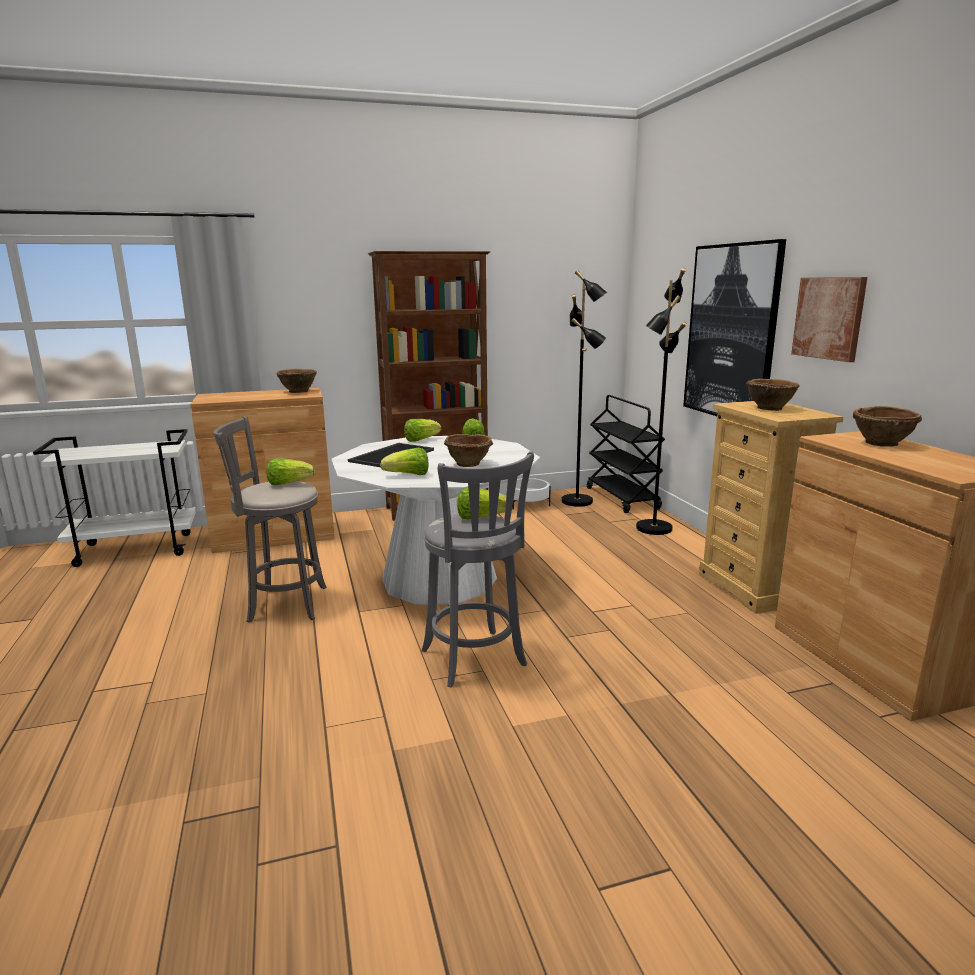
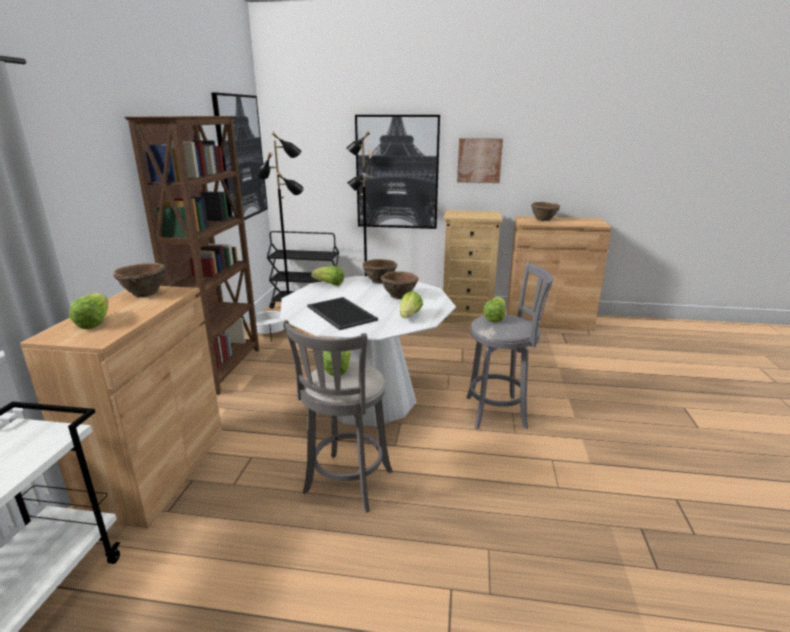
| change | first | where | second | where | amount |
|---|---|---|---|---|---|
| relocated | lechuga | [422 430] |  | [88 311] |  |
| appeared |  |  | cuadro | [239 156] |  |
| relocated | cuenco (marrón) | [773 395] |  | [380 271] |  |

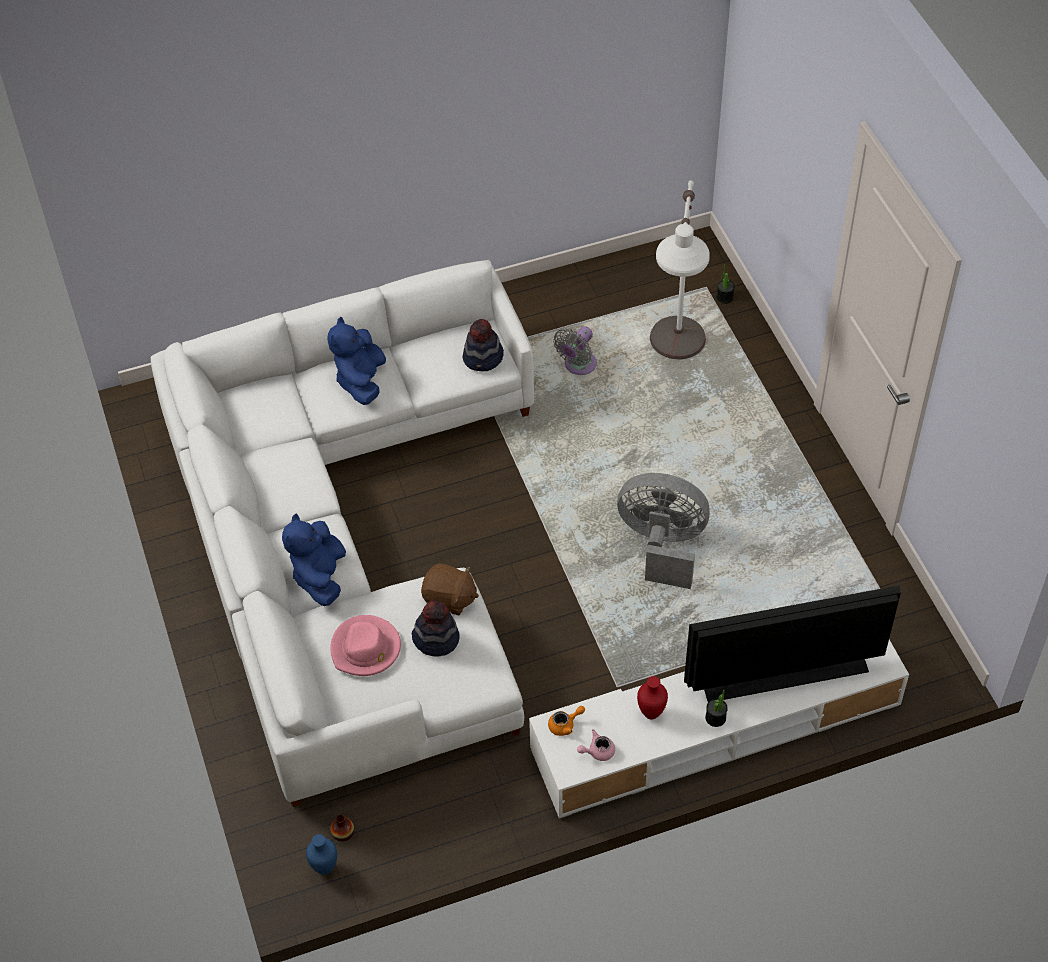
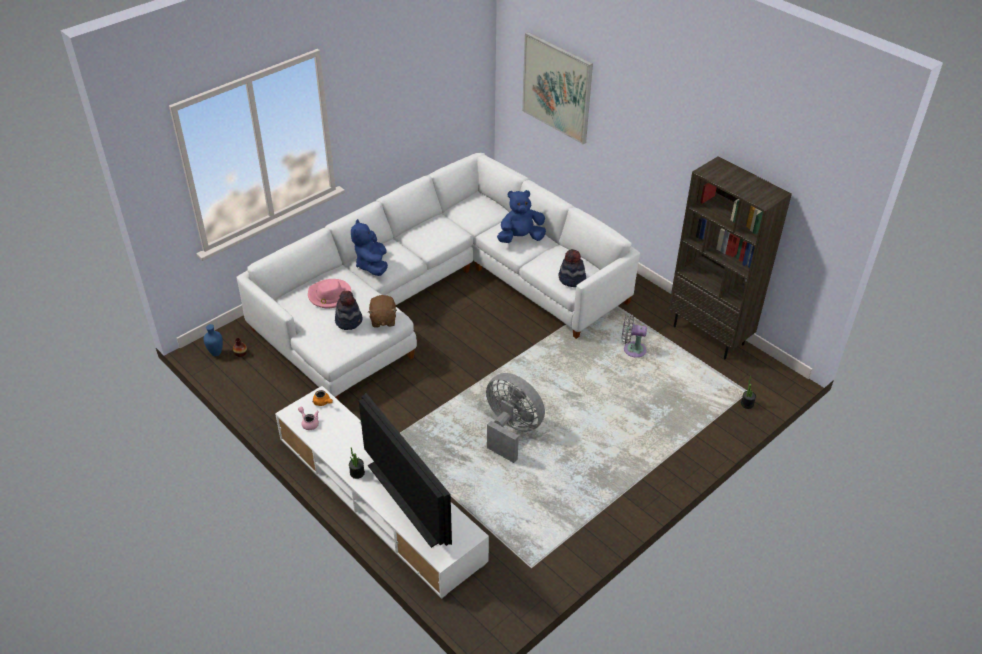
| change | first | where | second | where | amount |
|---|---|---|---|---|---|
| spun | peluche (azul) | [314 559] |  | [369 247] | 75 degrees counterclockwise |
| spun | ventilador (gris) | [663 531] |  | [515 418] | 45 degrees counterclockwise |
| appeared |  |  | cuadro | [557 88] |  |
| appeared |  |  | estantería (marrón) | [730 257] |  |
| missing | florero (rojo) | [652 698] |  |  |  |
| missing | lámpara de pie (blanco) | [680 269] |  |  |  |

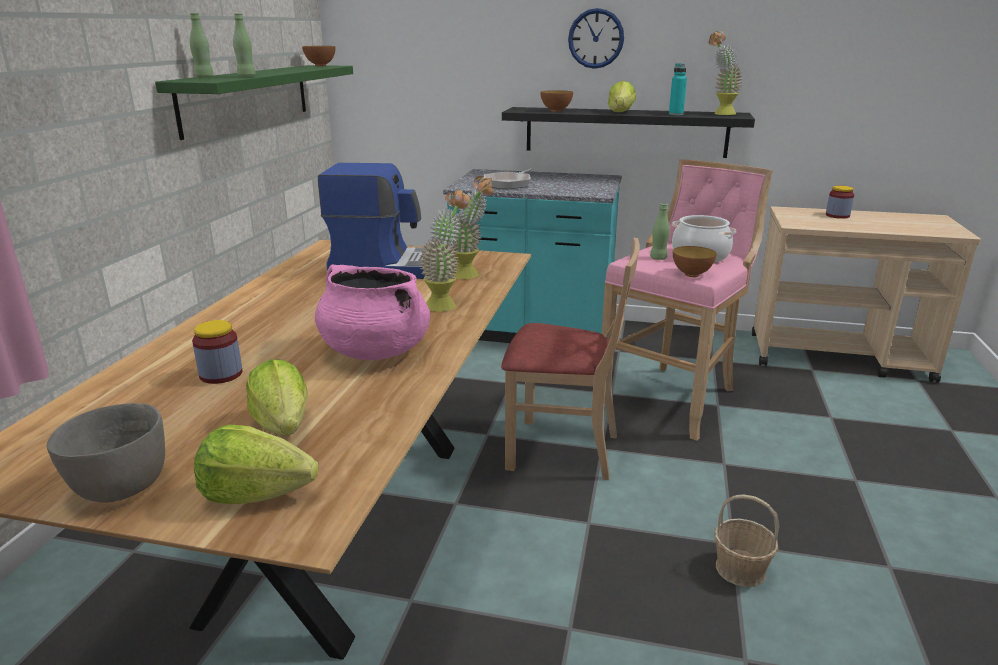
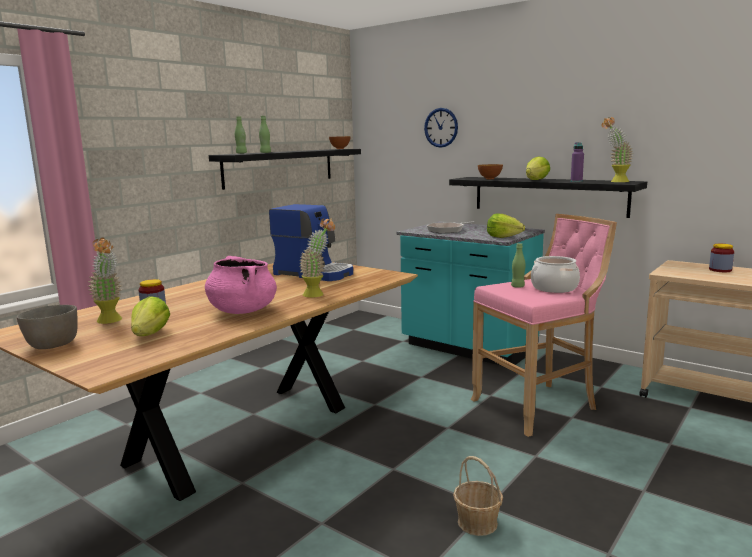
| change | first | where | second | where | amount |
|---|---|---|---|---|---|
| relocated | planta en maceta | [472 227] |  | [105 281] |  |
| colour | estante (verde) | [254 102] | estante (negro) | [285 169] |  |
| relocated | reloj de pared | [596 38] |  | [441 128] |  |
| relocated | lechuga | [256 464] |  | [506 226] |  |
| colour | botella (turquesa) | [678 89] | botella (morado) | [577 162] |  |
| missing | silla (beis) | [570 359] |  |  |  |
| missing | cuenco | [695 261] |  |  |  |

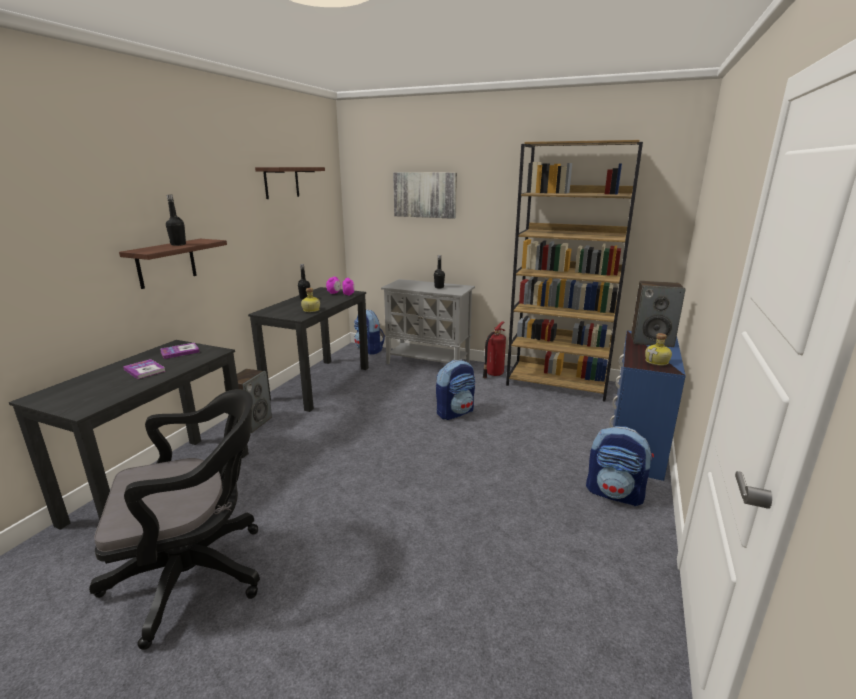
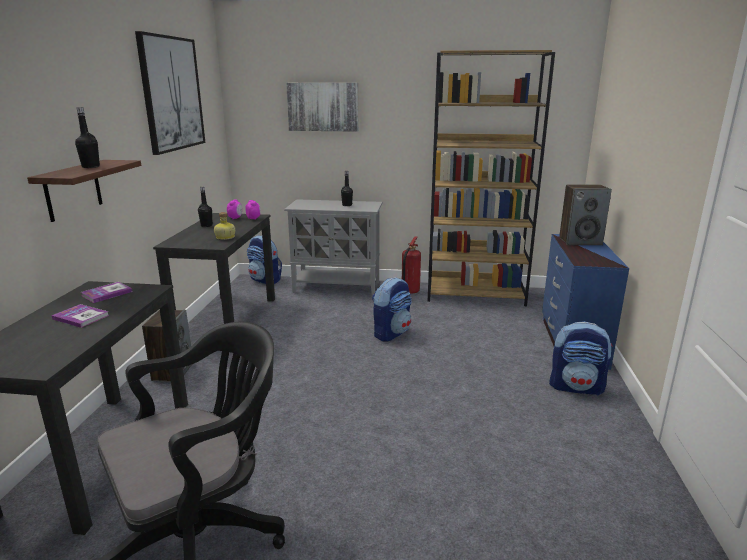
| change | first | where | second | where | amount |
|---|---|---|---|---|---|
| exchanged | estante | [290 183] | cuadro | [170 93] |  |
| missing | botella | [658 349] |  |  |  |

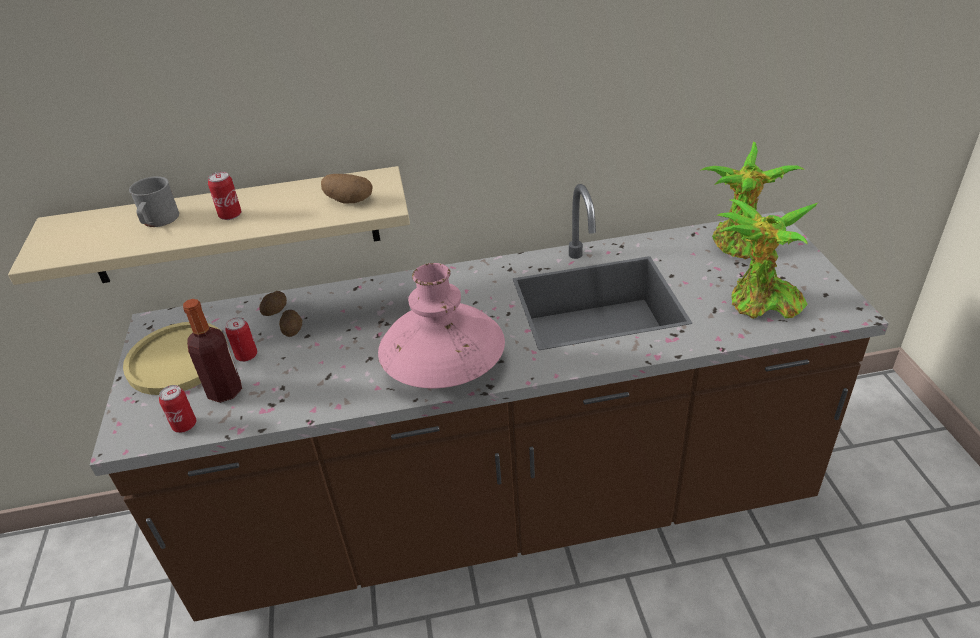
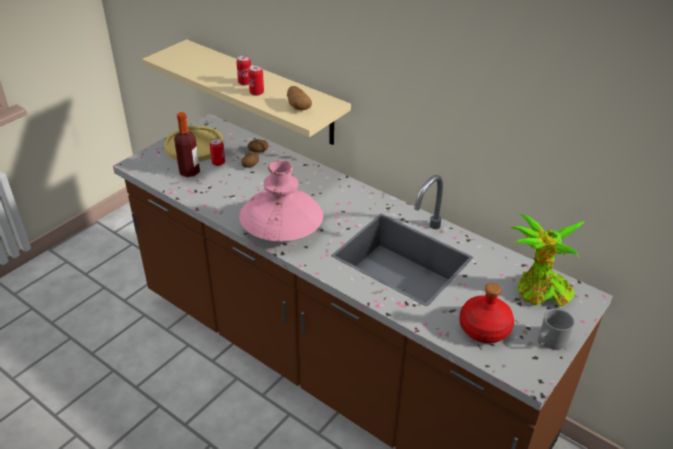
| change | first | where | second | where | amount |
|---|---|---|---|---|---|
| relocated | lata | [177 409] |  | [256 80] |  |
| exchanged | planta en maceta | [767 259] | botella (rojo) | [486 313] |  |
| relocated | taza grande (gris) | [154 201] |  | [556 329] |  |

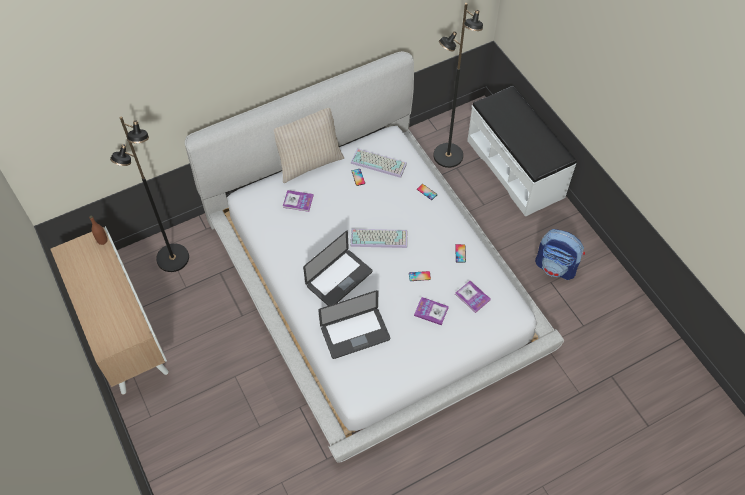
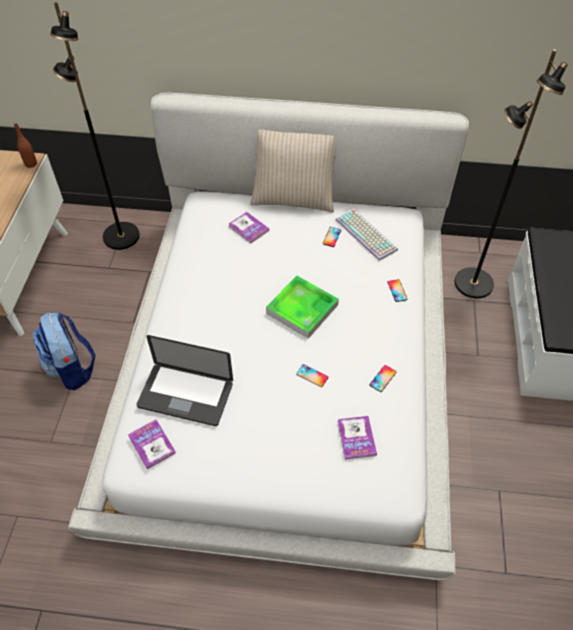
| change | first | where | second | where | amount |
|---|---|---|---|---|---|
| relocated | mochila | [560 254] |  | [64 351] |  |
| relocated | libro | [431 311] |  | [152 444] |  |
| exchanged | teclado | [379 238] | bandeja | [302 307] |  |
| missing | portátil | [337 268] |  |  |  |

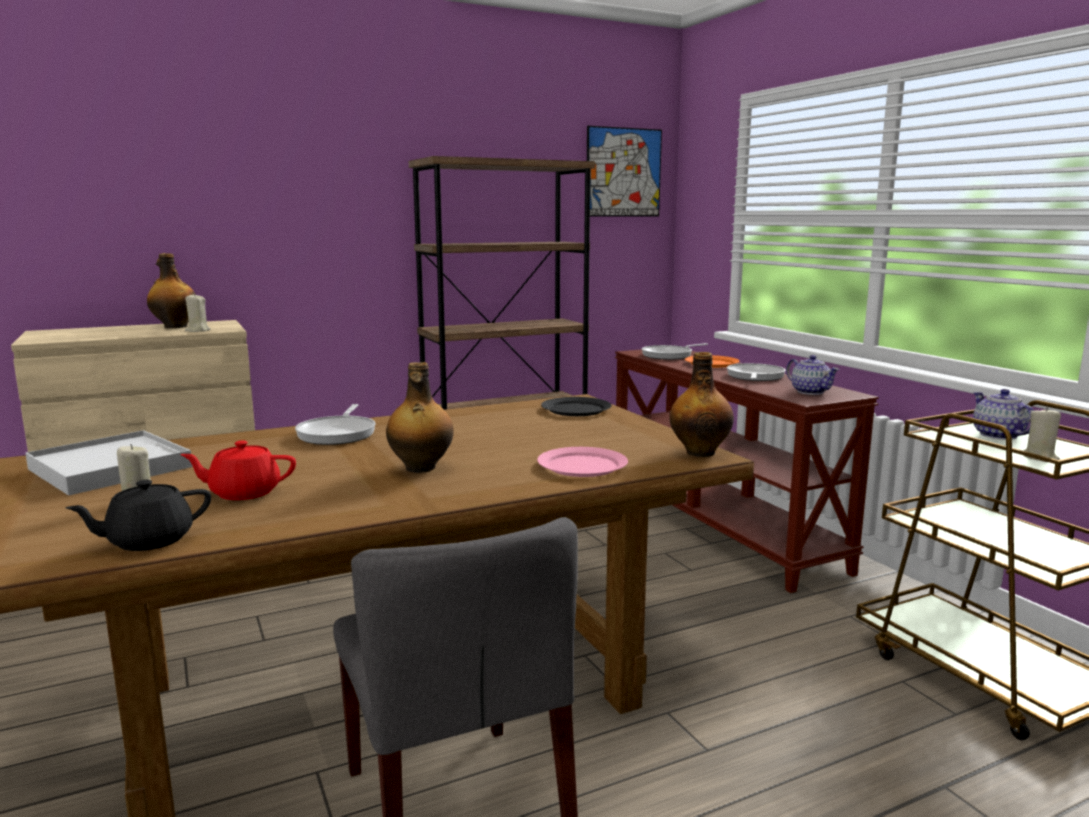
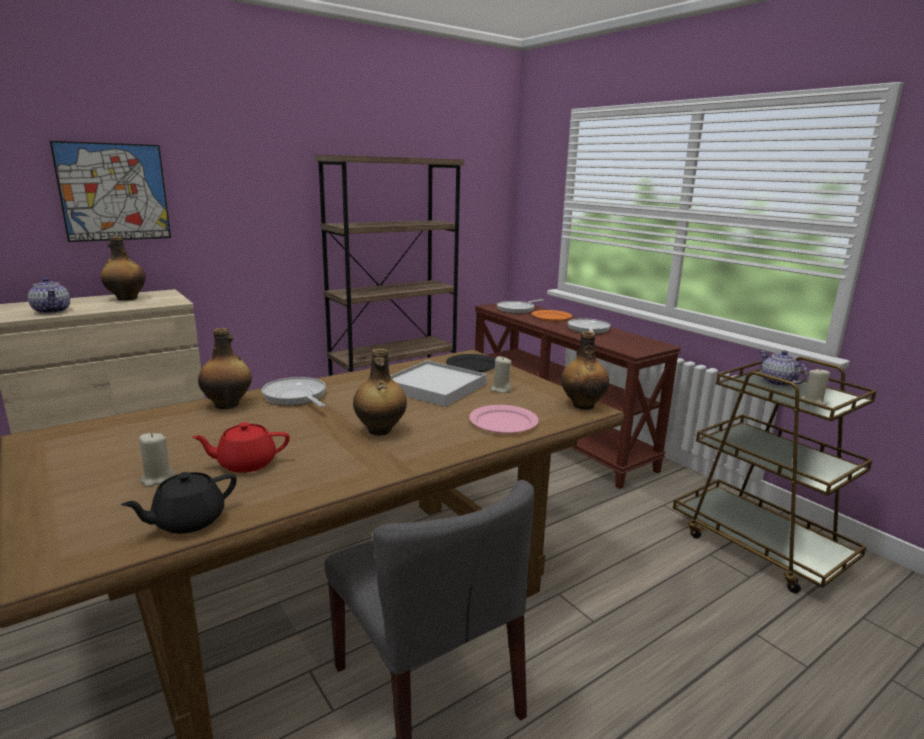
| change | first | where | second | where | amount |
|---|---|---|---|---|---|
| relocated | tetera | [813 375] |  | [49 296] |  |
| relocated | cuadro | [624 171] |  | [110 191] |  |
| appeared |  |  | botella | [225 368] |  |
| spun | sartén | [335 424] |  | [293 392] | 150 degrees clockwise |
| relocated | bandeja (blanco) | [109 463] |  | [438 383] |  |
| relocated | vela (beis) | [198 312] |  | [501 374] |  |

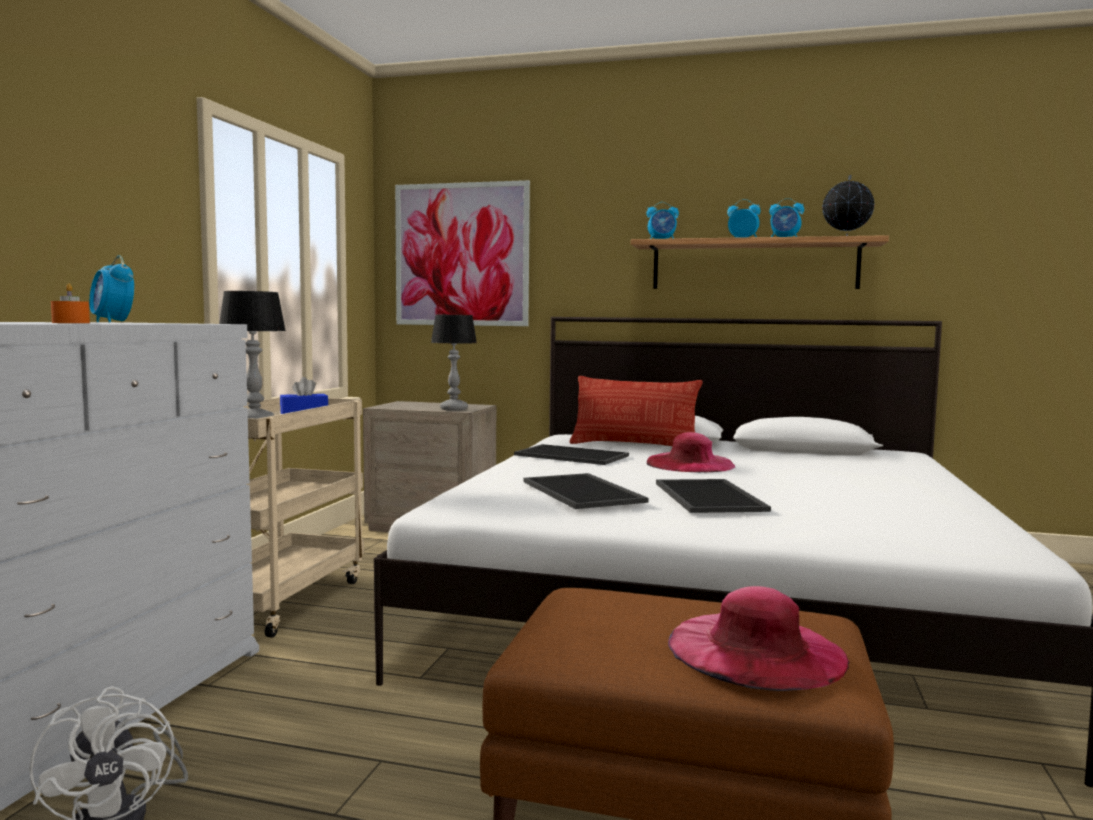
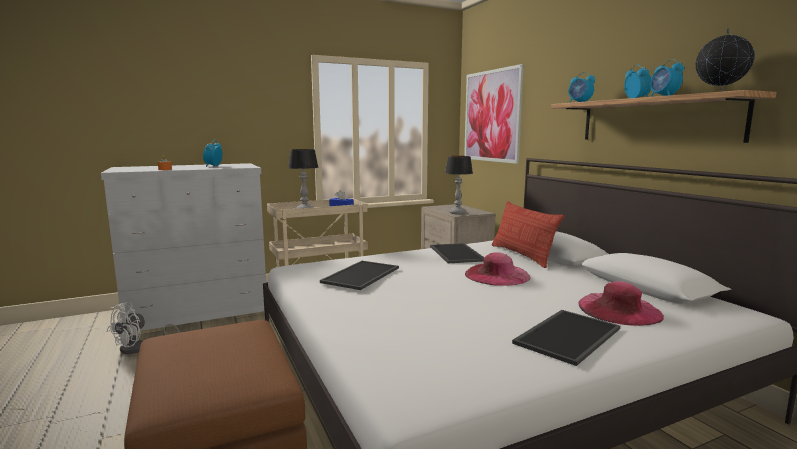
| change | first | where | second | where | amount |
|---|---|---|---|---|---|
| relocated | bandeja | [713 496] |  | [566 338] |  |
| relocated | sombrero (rosa) | [758 638] |  | [621 303] |  |

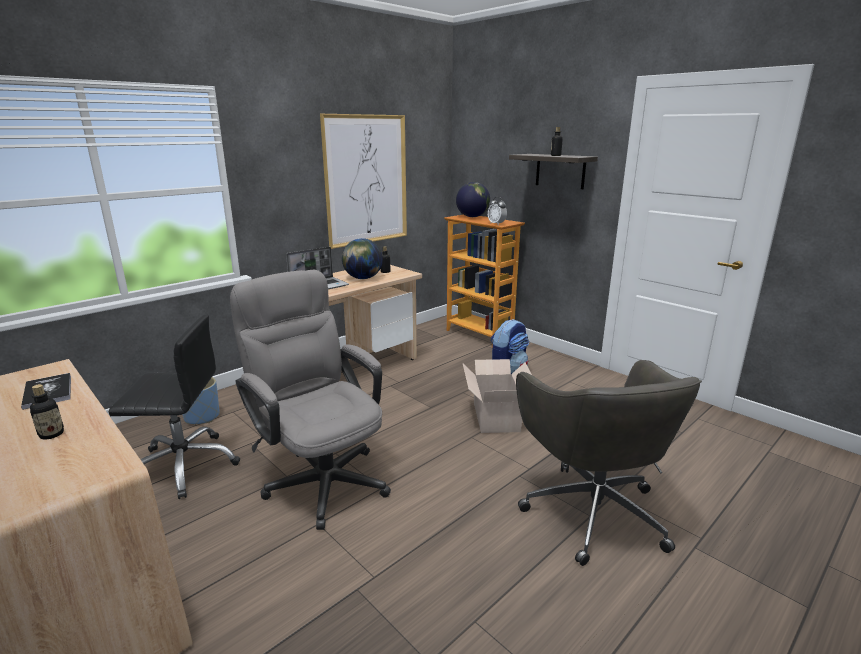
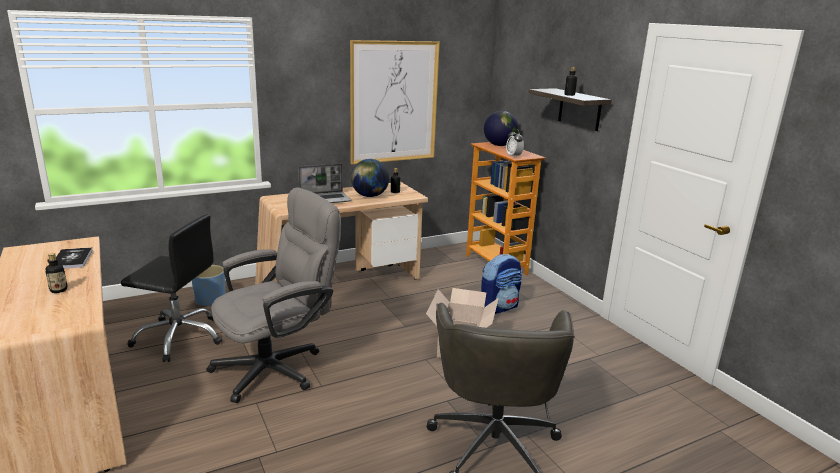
| change | first | where | second | where | amount |
|---|---|---|---|---|---|
| spun | silla de oficina (gris) | [310 400] |  | [273 295] | 75 degrees clockwise |

